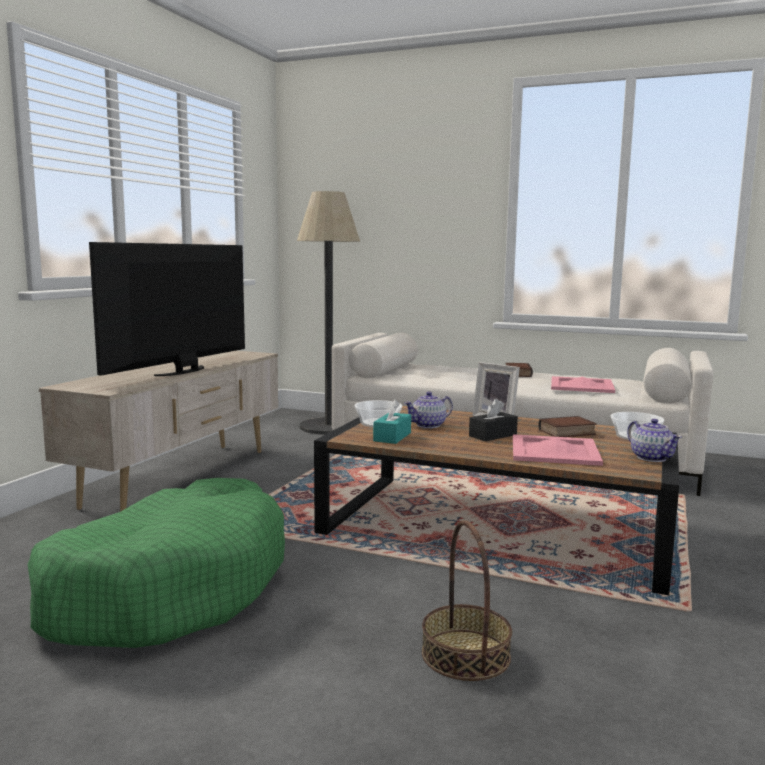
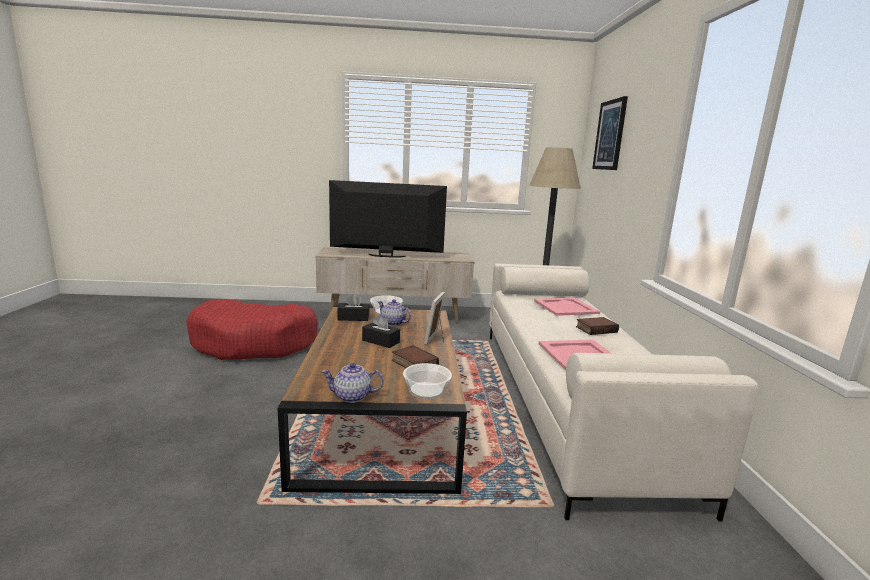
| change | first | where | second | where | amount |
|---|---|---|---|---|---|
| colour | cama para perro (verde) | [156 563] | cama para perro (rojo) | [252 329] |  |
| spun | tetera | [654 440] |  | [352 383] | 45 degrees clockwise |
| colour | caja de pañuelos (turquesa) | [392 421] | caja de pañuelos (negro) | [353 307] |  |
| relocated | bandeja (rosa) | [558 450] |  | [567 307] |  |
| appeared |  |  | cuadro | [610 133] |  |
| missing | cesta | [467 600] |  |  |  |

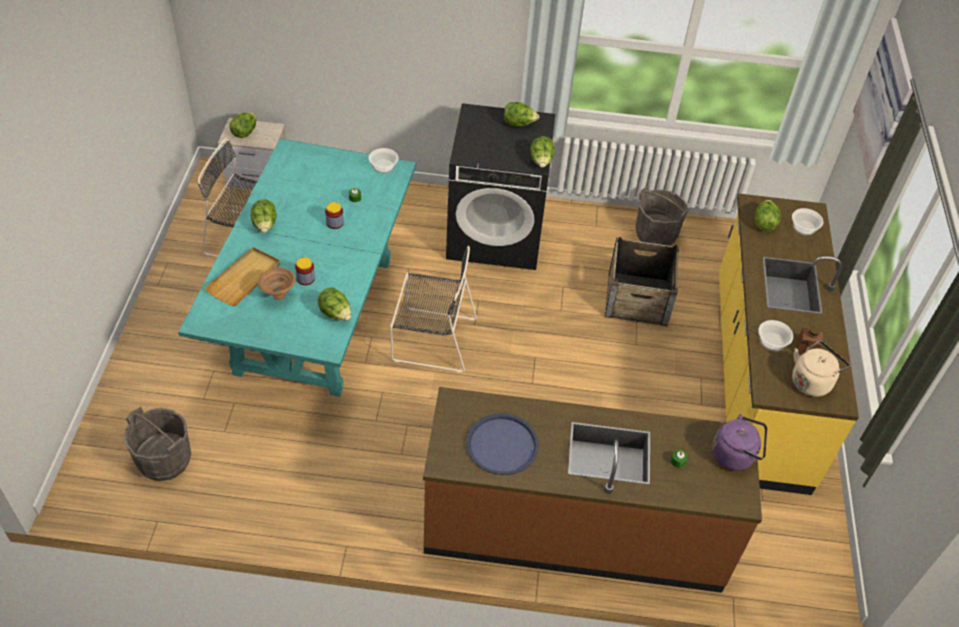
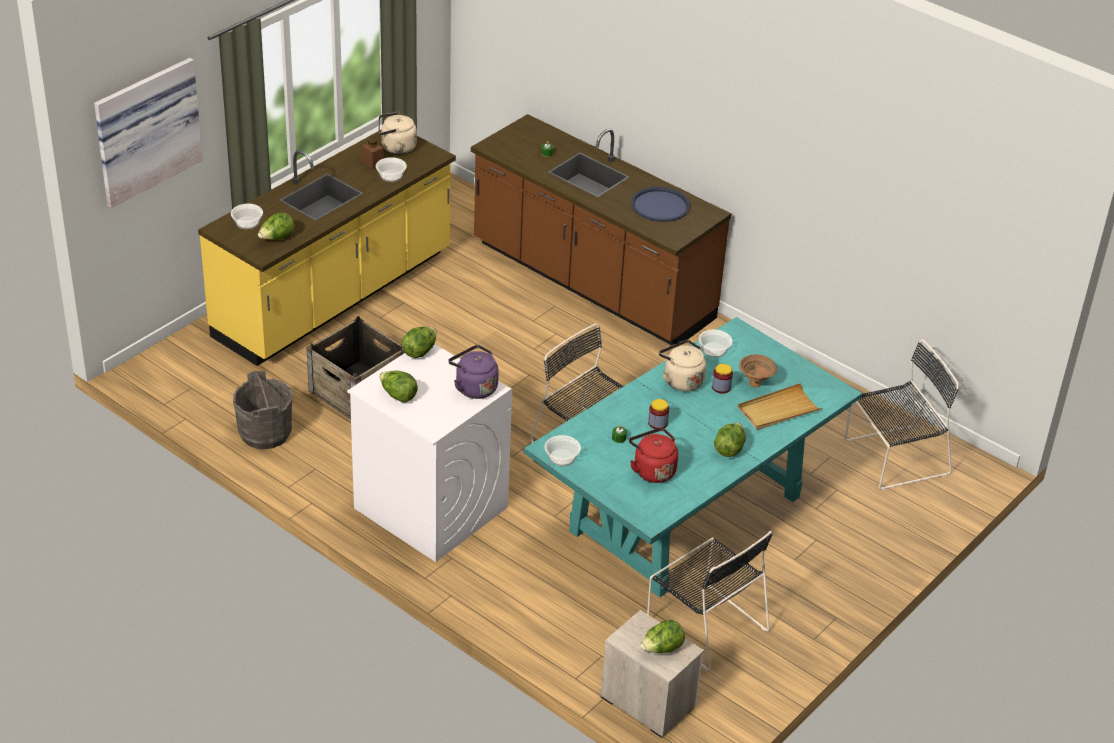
| change | first | where | second | where | amount |
|---|---|---|---|---|---|
| colour | lavadora (negro) | [500 186] | lavadora (blanco) | [429 453] |  |
| relocated | hervidor (morado) | [739 442] |  | [473 372] |  |
| appeared |  |  | hervidor (rojo) | [653 455] |  |
| appeared |  |  | hervidor (beis) | [682 365] |  |
| exchanged | lechuga | [334 303] | cuenco | [715 344] |  |
| exchanged | cubo (gris) | [157 443] | silla (negro) | [902 415] |  |

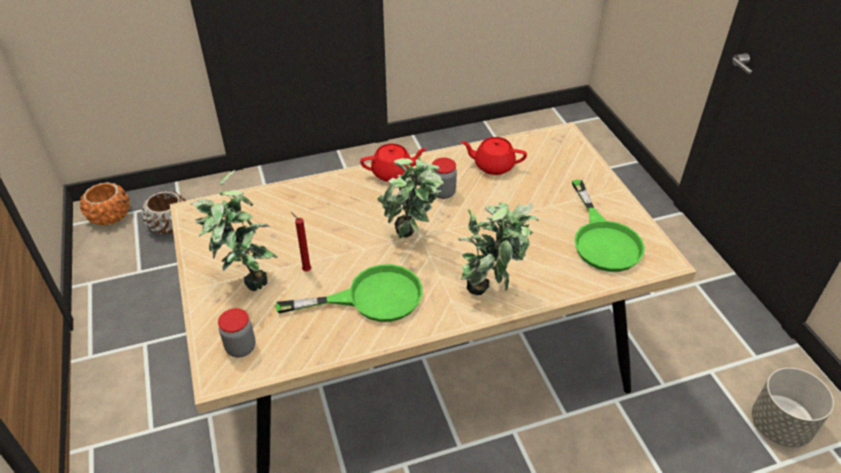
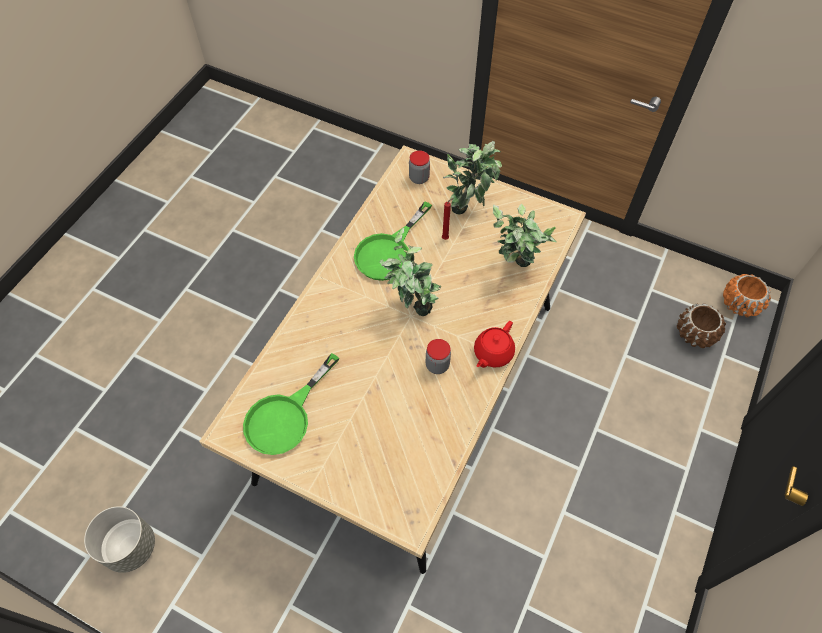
| change | first | where | second | where | amount |
|---|---|---|---|---|---|
| spun | sartén (verde) | [608 226] |  | [291 404] | 90 degrees counterclockwise |
| relocated | planta en maceta | [498 248] |  | [525 235] |  |
| missing | tetera (rojo) | [494 156] |  |  |  |

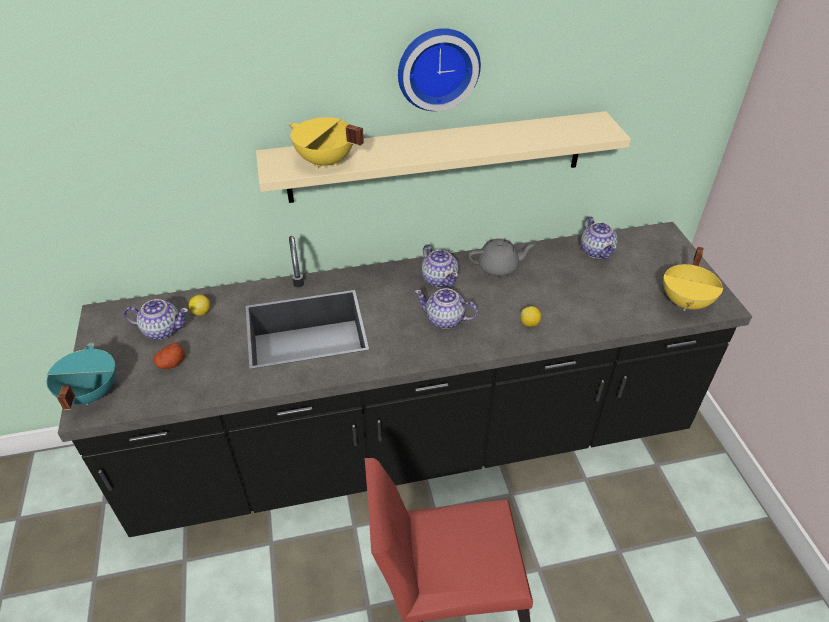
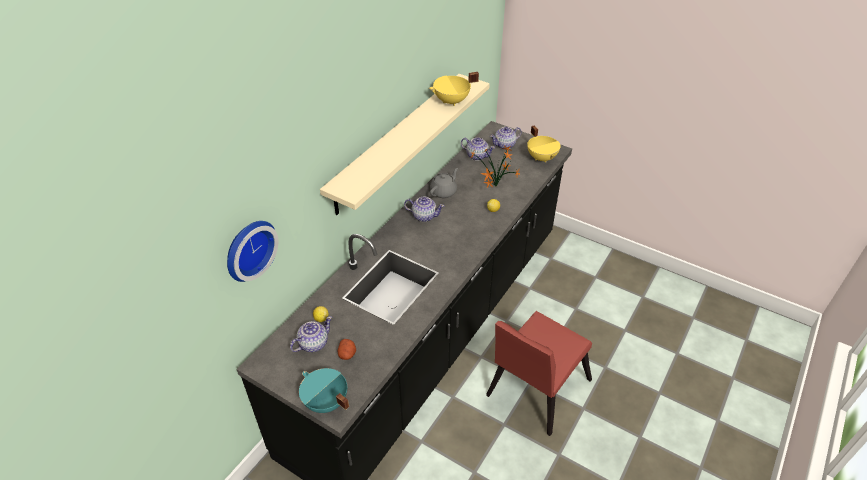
| change | first | where | second | where | amount |
|---|---|---|---|---|---|
| relocated | reloj de pared | [439 69] |  | [252 251] |  |
| relocated | olla (amarillo) | [326 143] |  | [454 89] |  |
| appeared |  |  | planta en maceta | [495 166] |  |
| relocated | tetera | [446 308] |  | [505 138] |  |

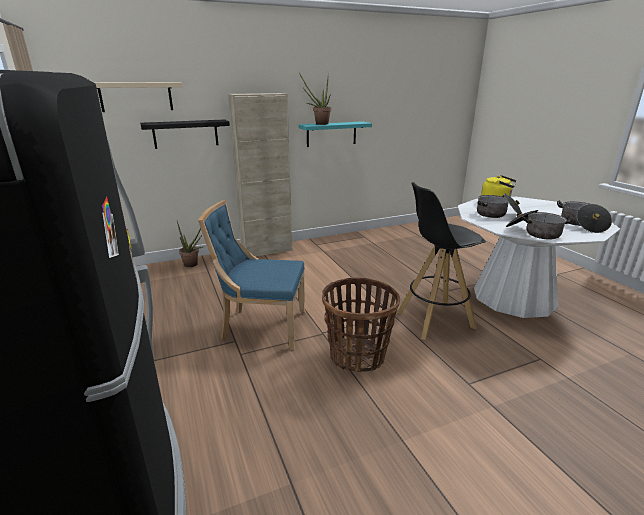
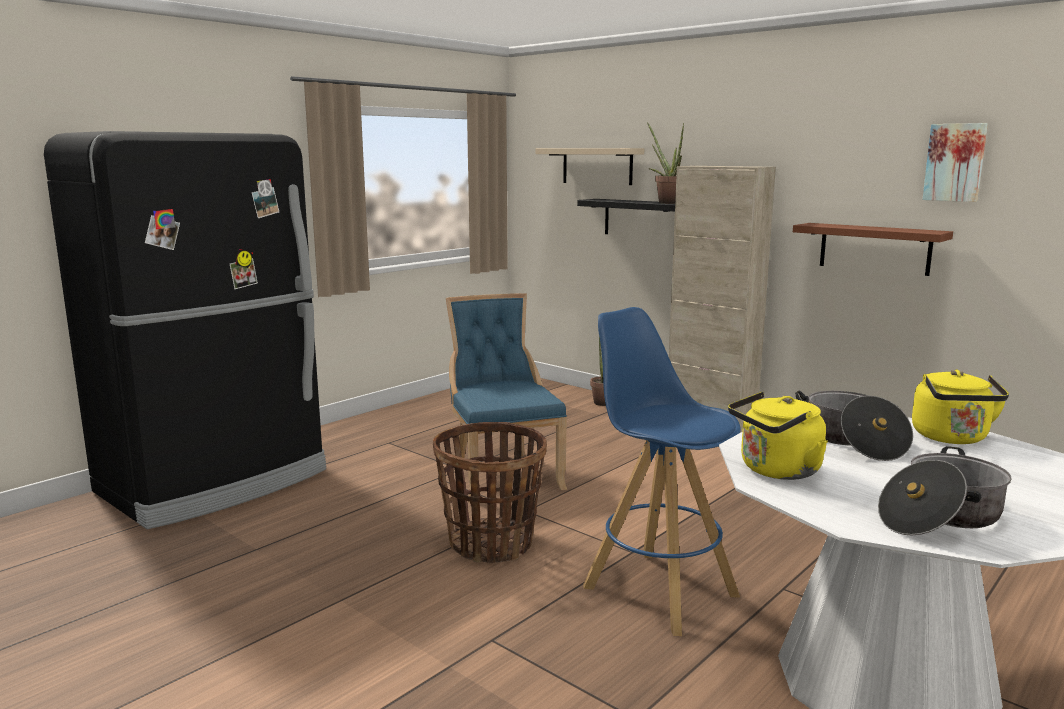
| change | first | where | second | where | amount |
|---|---|---|---|---|---|
| colour | taburete (negro) | [441 261] | taburete (azul) | [662 471] |  |
| relocated | planta en maceta | [315 99] |  | [665 163] |  |
| exchanged | olla | [539 225] | hervidor (amarillo) | [778 436] |  |
| colour | estante (turquesa) | [335 134] | estante (marrón) | [873 249] |  |
| appeared |  |  | cuadro | [955 162] |  |

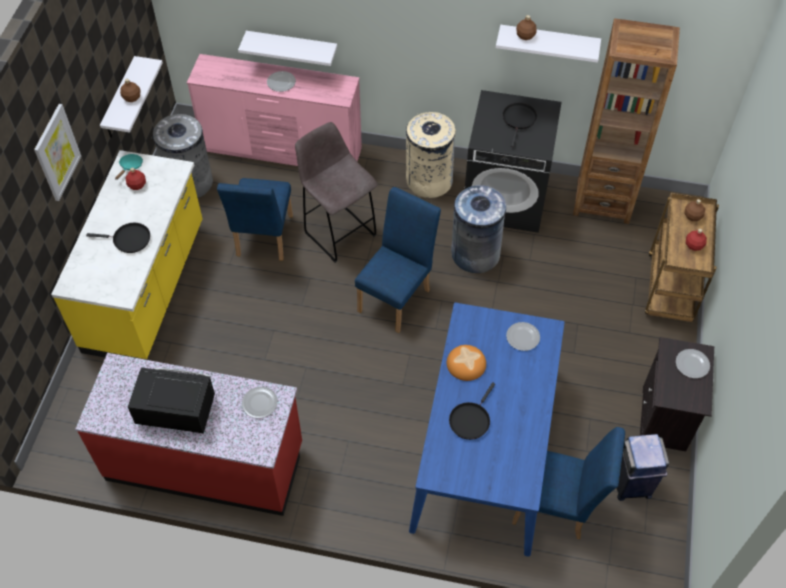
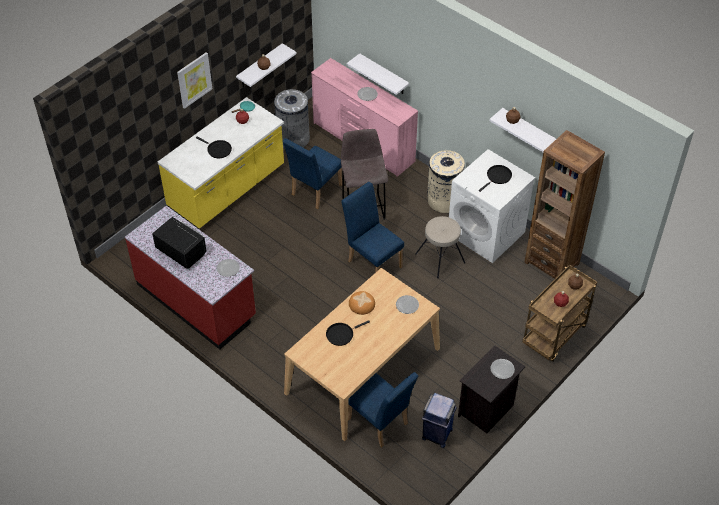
| change | first | where | second | where | amount |
|---|---|---|---|---|---|
| colour | mesa de comedor (azul) | [487 430] | mesa de comedor (beis) | [362 354] |  |
| spun | silla (azul) | [398 260] |  | [372 227] | 105 degrees counterclockwise |
| exchanged | papelera (gris) | [478 229] | taburete (beis) | [440 247] |  |
| colour | lavadora (negro) | [513 161] | lavadora (blanco) | [492 206] |  |

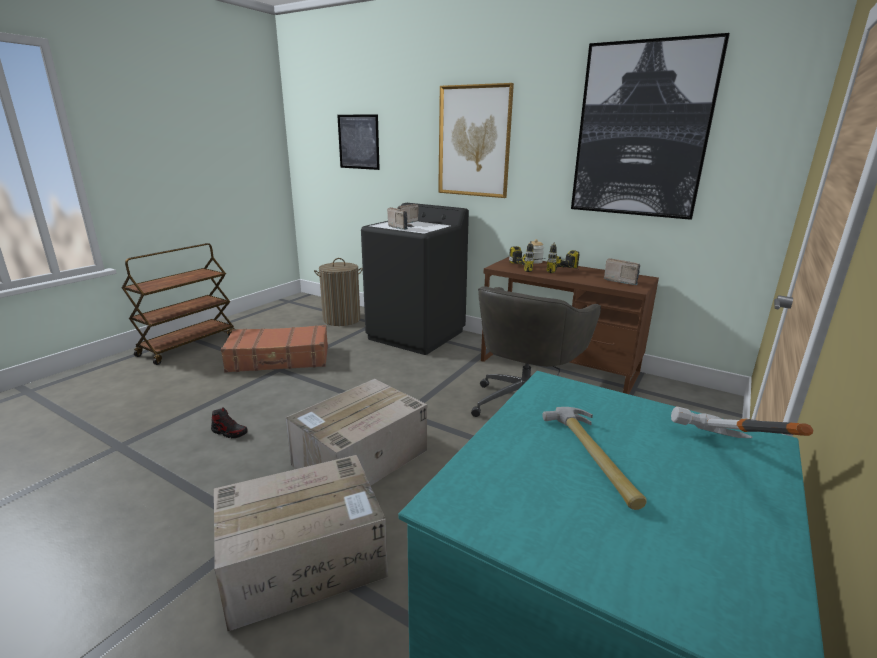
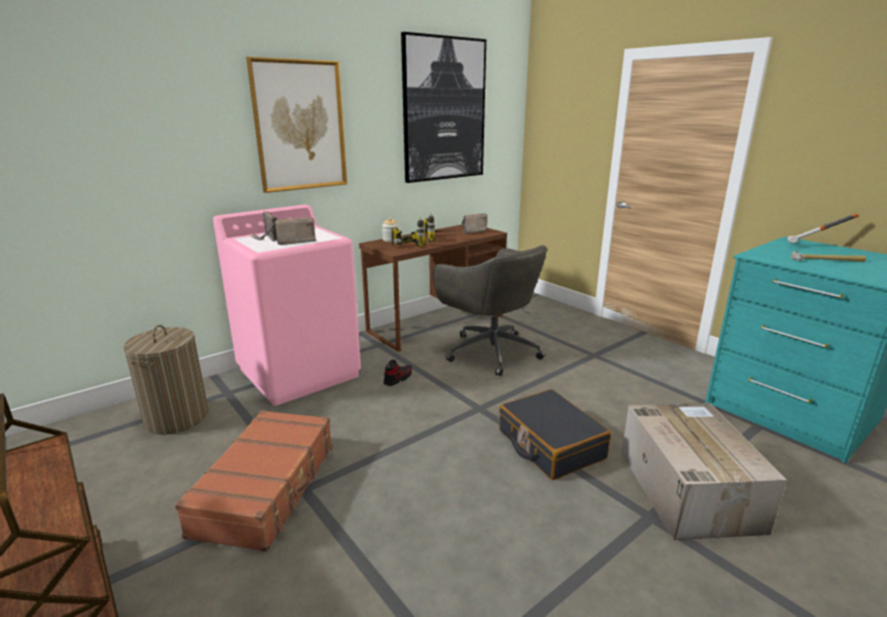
| change | first | where | second | where | amount |
|---|---|---|---|---|---|
| colour | lavadora (negro) | [415 279] | lavadora (rosa) | [287 305] |  |
| relocated | zapato | [229 422] |  | [398 373] |  |
| exchanged | caja de cartón | [356 432] | maleta (negro) | [555 434] |  |
| missing | cuadro | [358 142] |  |  |  |

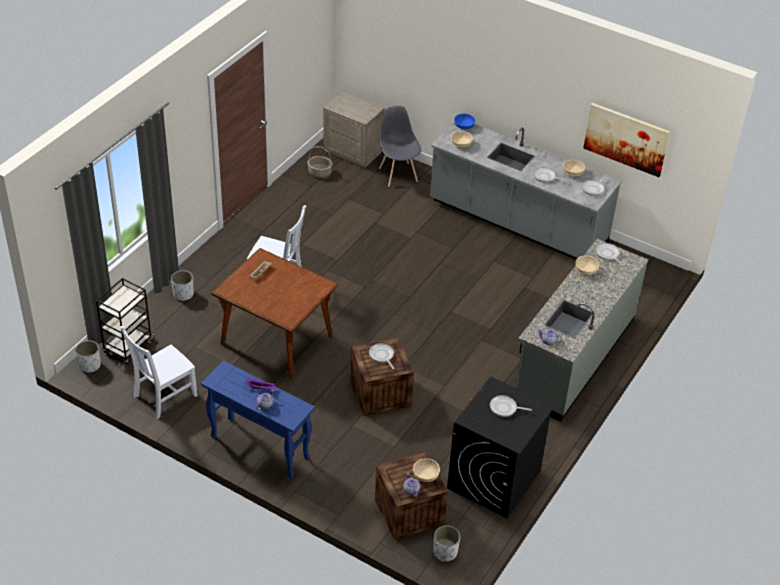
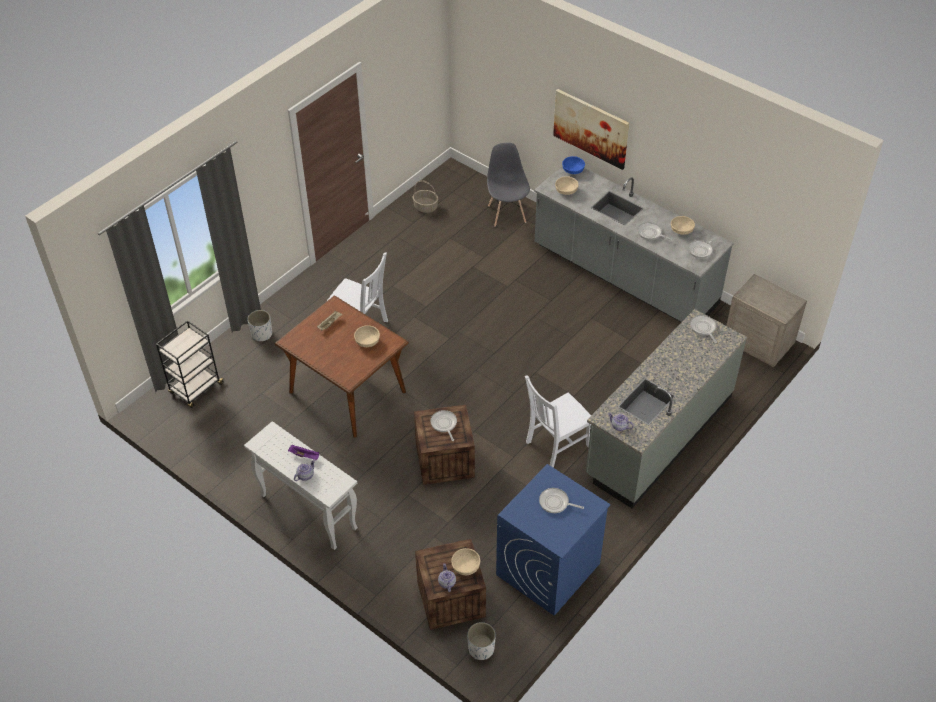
| change | first | where | second | where | amount |
|---|---|---|---|---|---|
| colour | mesa consola (azul) | [258 420] | mesa consola (blanco) | [301 485] |  |
| relocated | cuenco (beis) | [587 265] |  | [367 336] |  |
| colour | lavadora (negro) | [500 447] | lavadora (azul) | [553 540] |  |
| relocated | silla (blanco) | [159 372] |  | [558 421] |  |
| relocated | cuadro | [626 140] |  | [591 129] |  |
| relocated | mesita de noche (beis) | [354 129] |  | [766 320] |  |
| missing | maceta (blanco) | [88 356] |  |  |  |

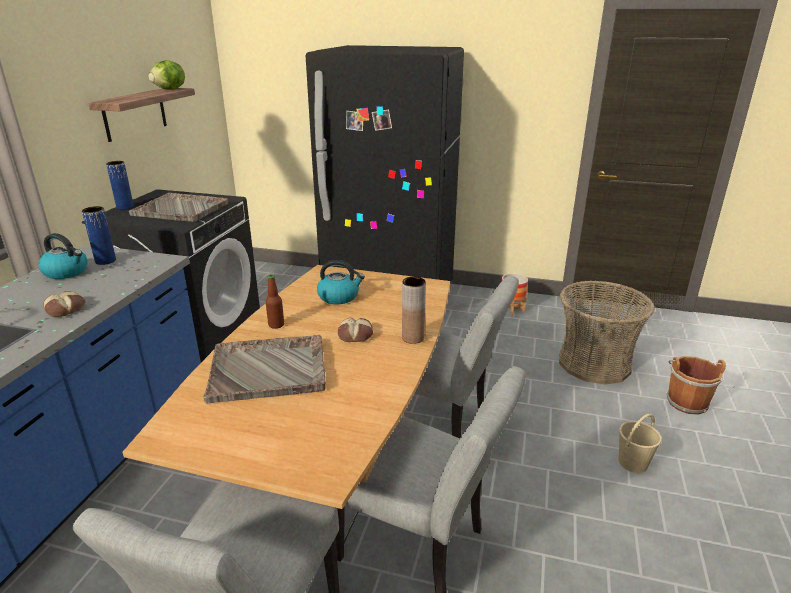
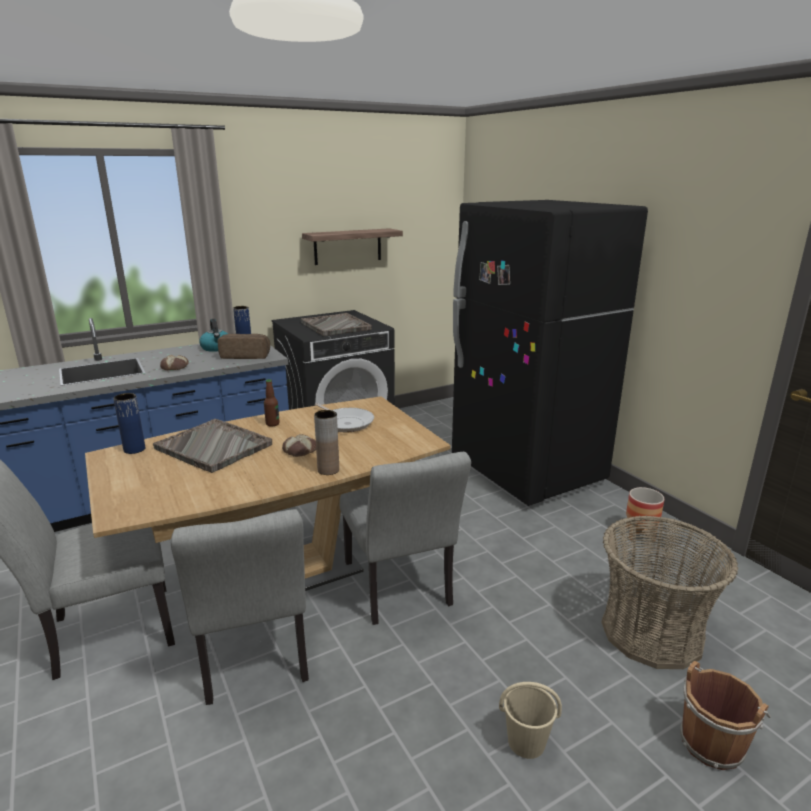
| change | first | where | second | where | amount |
|---|---|---|---|---|---|
| relocated | florero (azul) | [120 185] |  | [129 423] |  |
| appeared |  |  | pan | [244 346] |  |
| exchanged | hervidor | [341 282] | sartén | [344 417] |  |
| missing | lechuga | [166 75] |  |  |  |

